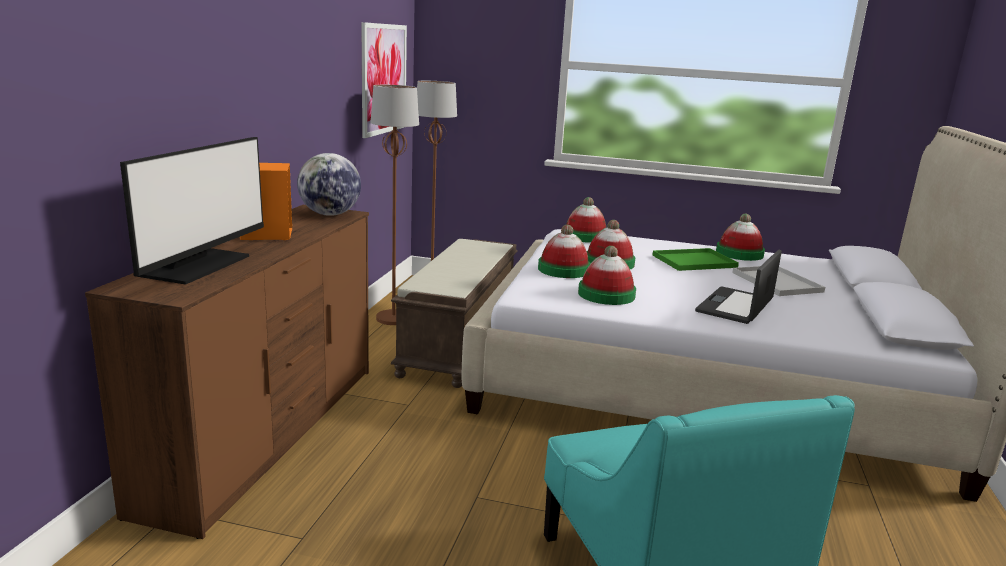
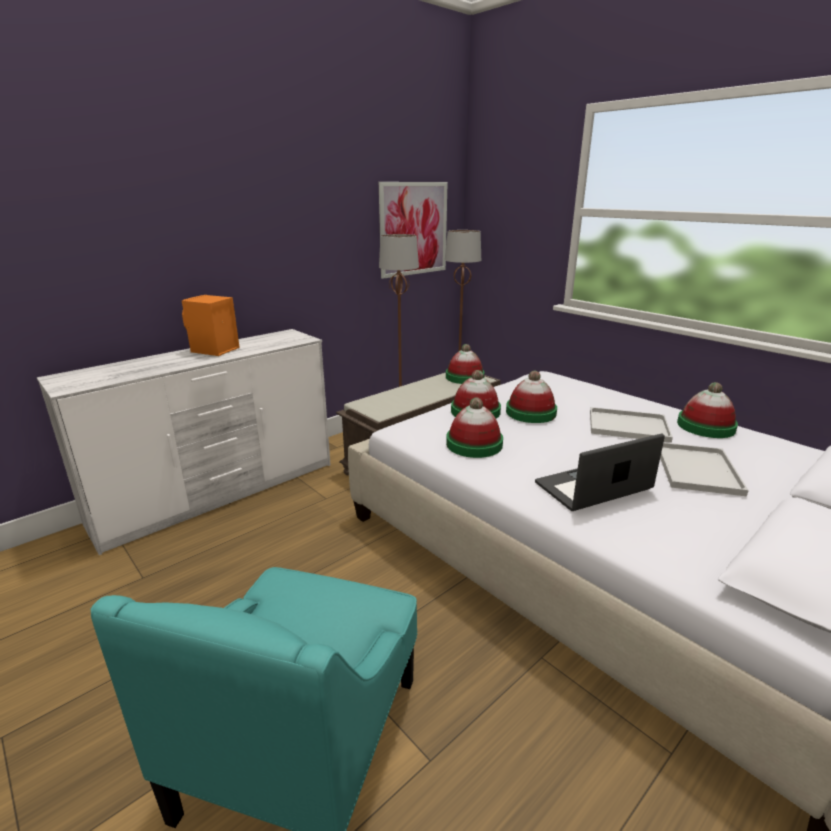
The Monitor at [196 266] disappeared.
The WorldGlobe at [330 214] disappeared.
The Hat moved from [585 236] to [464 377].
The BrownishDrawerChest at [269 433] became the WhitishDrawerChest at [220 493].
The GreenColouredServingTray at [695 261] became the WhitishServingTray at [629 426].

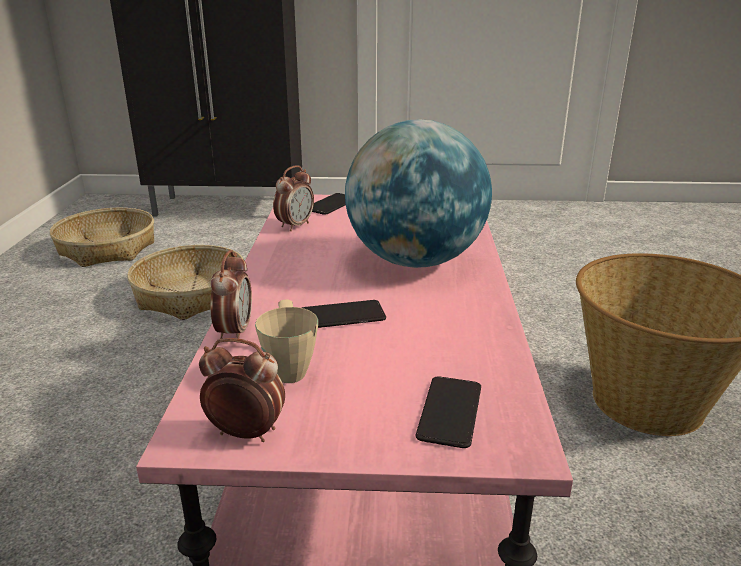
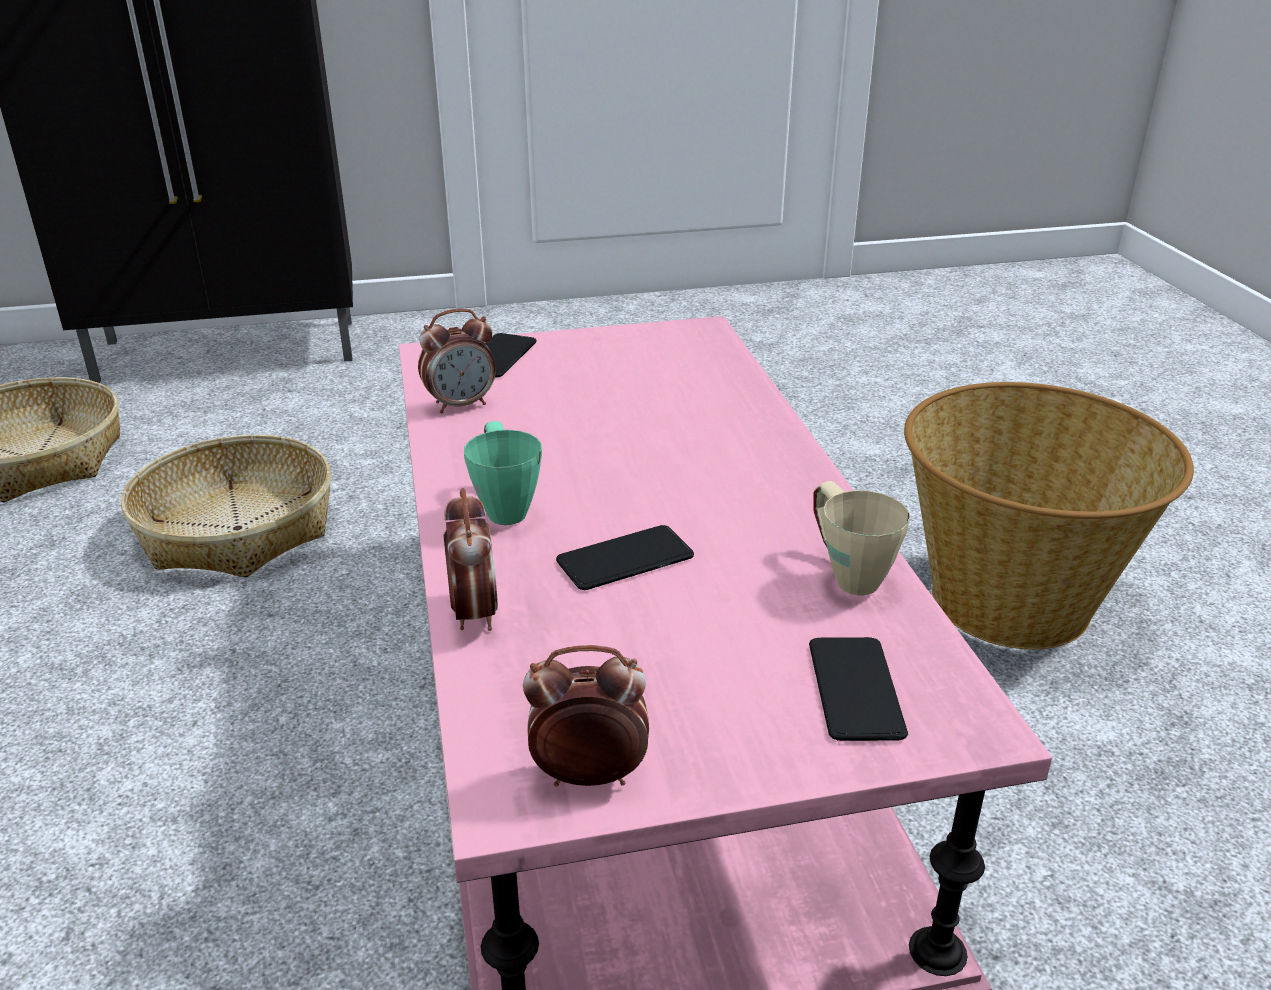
The WorldGlobe at [415 261] disappeared.
The BedsideClock at [295 226] turned 45 degrees clockwise.
The SandColouredCoffeeMug moved from [289 366] to [846 572].
The GreenColouredCoffeeMug at [504 505] appeared.

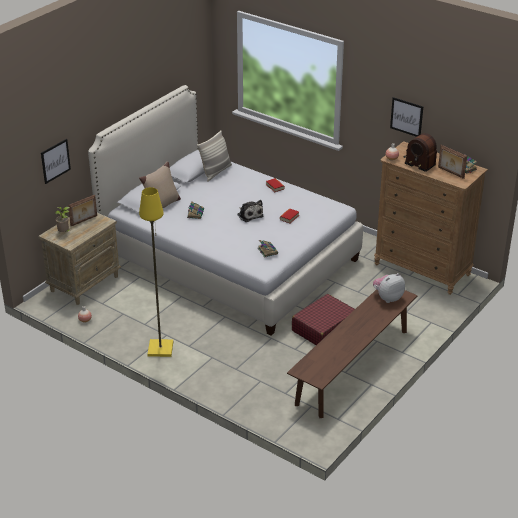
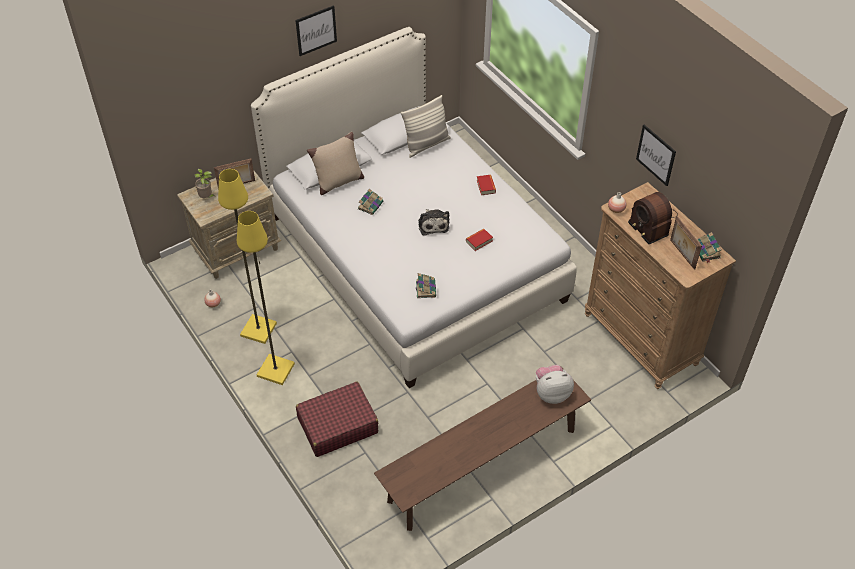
The WallPicture moved from [55 161] to [316 30].
The RedColouredTravelCase moved from [323 328] to [337 425].
The YellowishFloorLamp at [258 329] appeared.

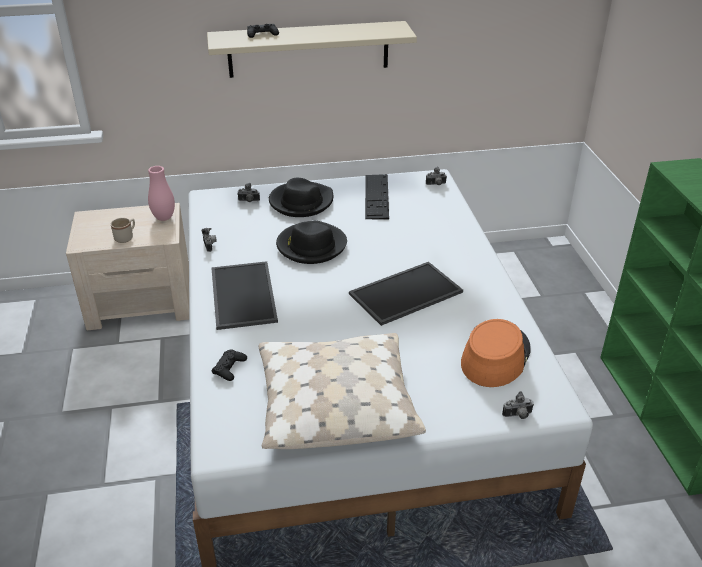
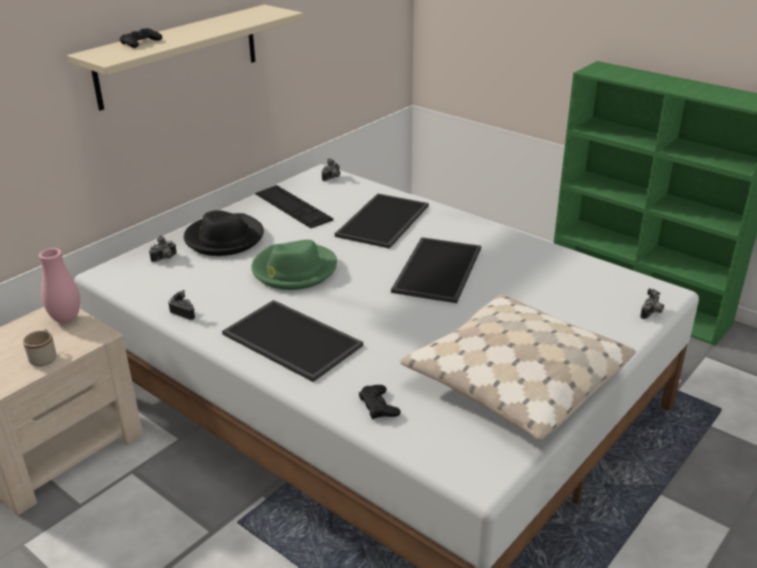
The BlackHat at [311 246] became the GreenColouredHat at [293 270].
The OrangeColouredHat at [495 356] disappeared.
The ServingTray at [384 221] appeared.

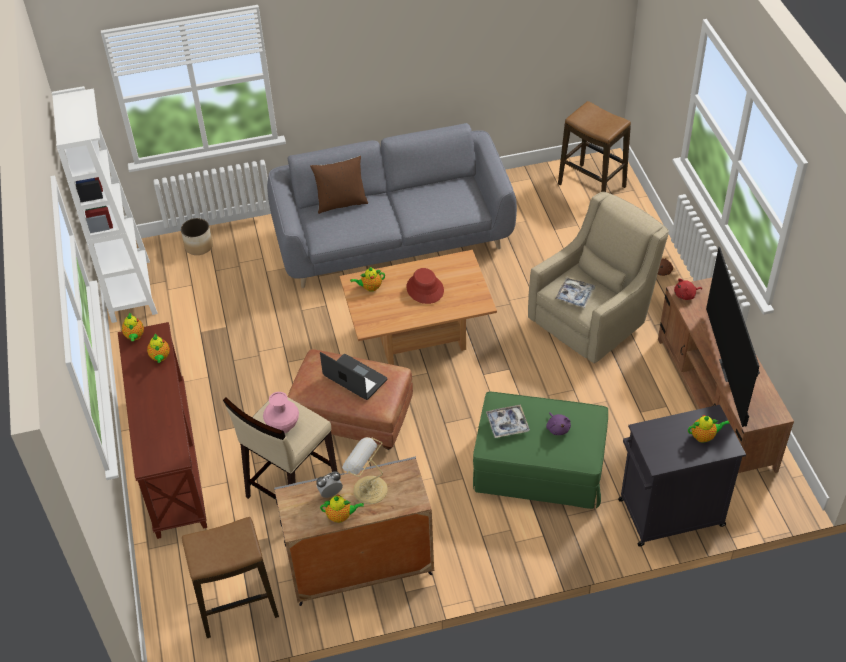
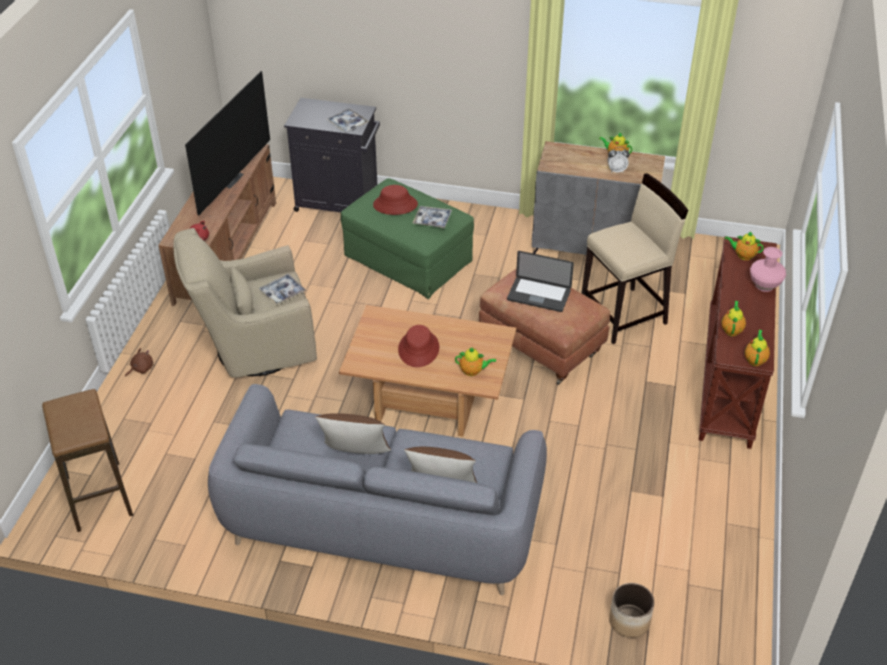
The WhitishShelvingUnit at [131 291] disappeared.
The Laptop at [355 378] turned 45 degrees counterclockwise.
The PinkColouredVase moved from [282 426] to [765 285].
The PurpleCuddlyToy at [557 428] was replaced by the RedColouredHat at [395 205].
The PotForTea moved from [704 436] to [743 255].
The LampForATable at [368 489] disappeared.
The Stool at [237 605] disappeared.
The ServingTray at [347 124] appeared.
The BrownishPillow at [355 455] appeared.

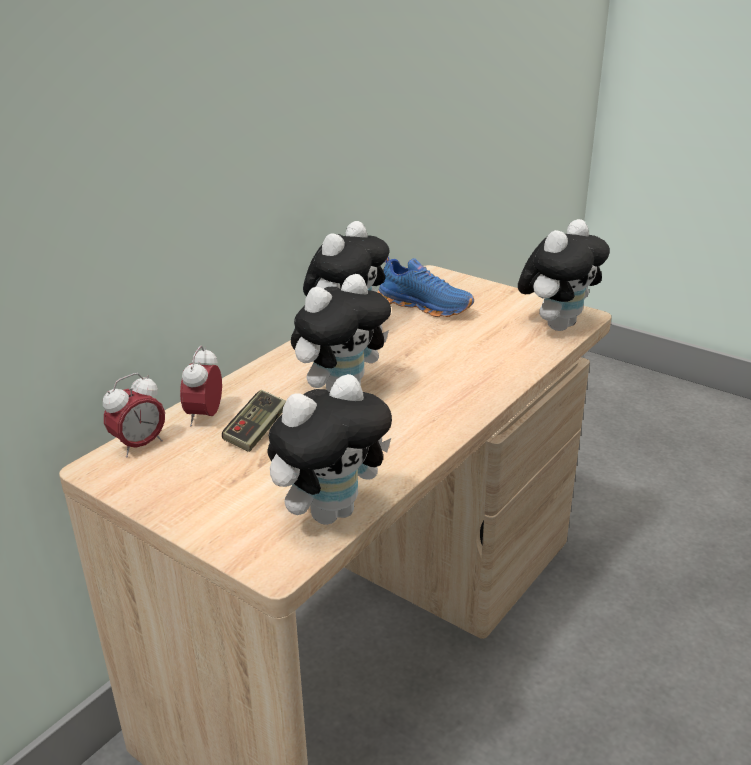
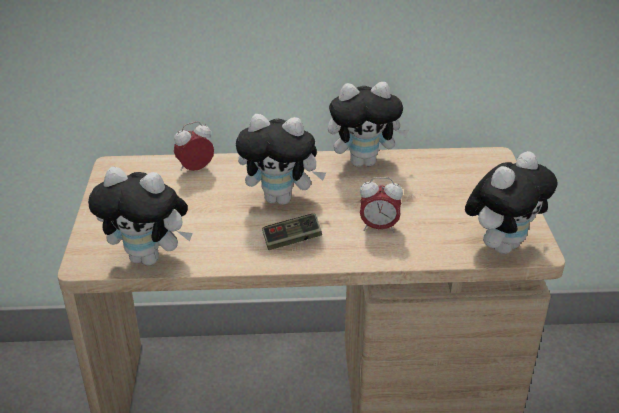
The CuddlyToy at [557 324] turned 45 degrees counterclockwise.
The BluishShoe at [426 306] disappeared.
The BedsideClock moved from [139 445] to [379 228].
The Joypad moved from [256 431] to [292 240].

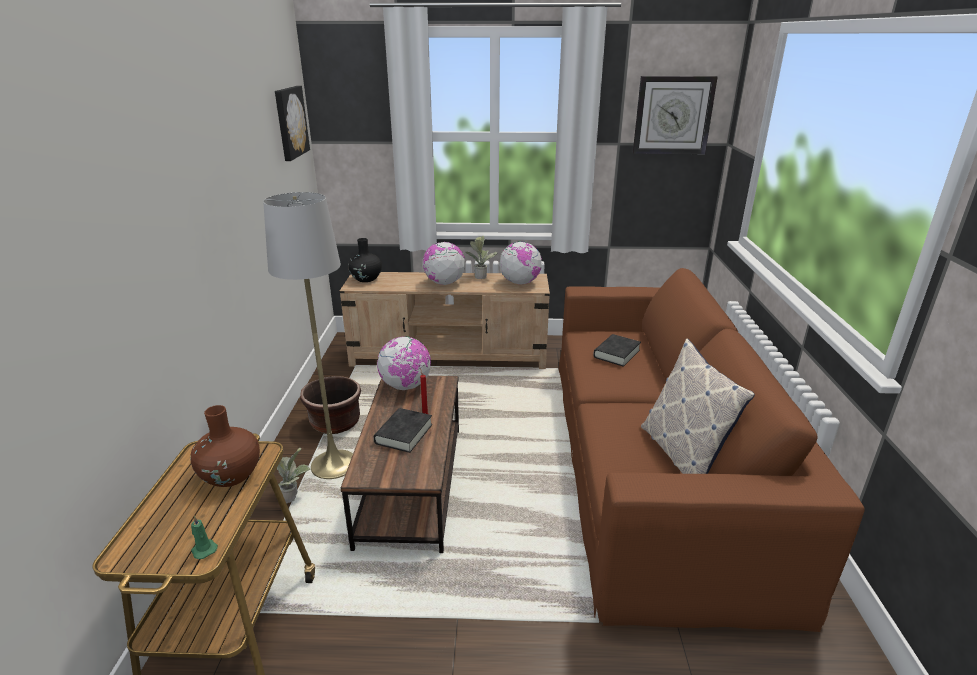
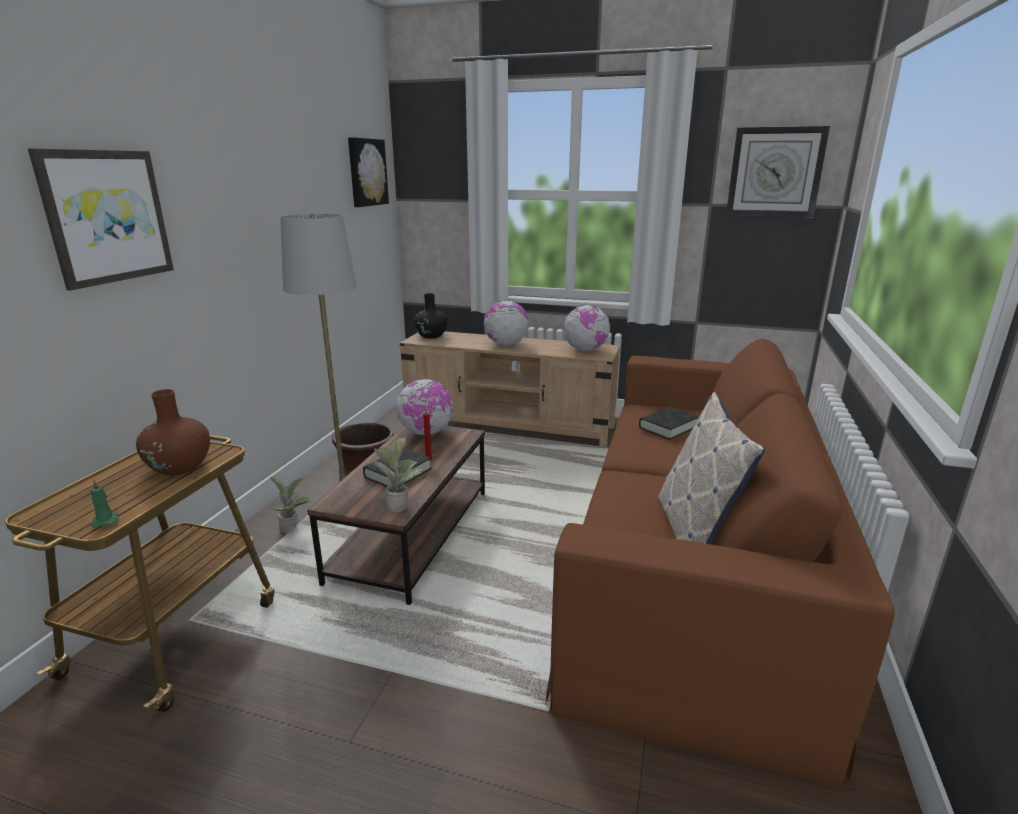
The PlantInAPot moved from [480 275] to [400 504].
The WallPicture at [106 217] appeared.

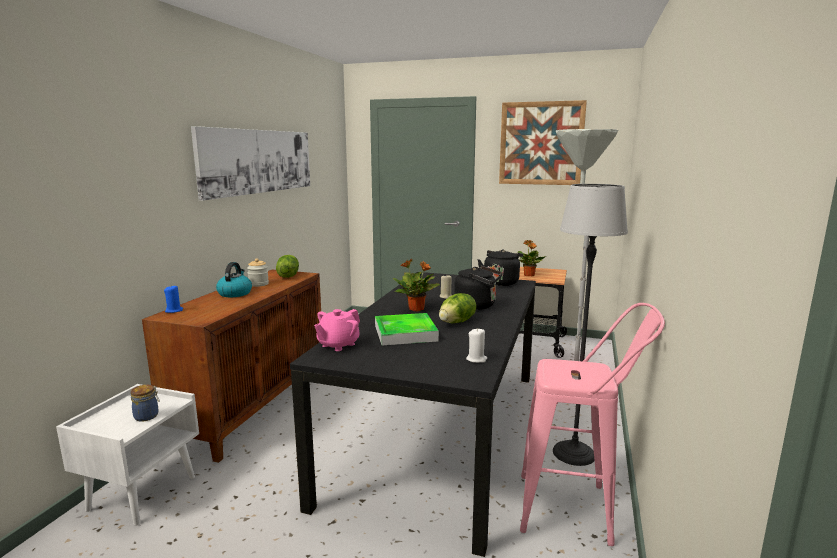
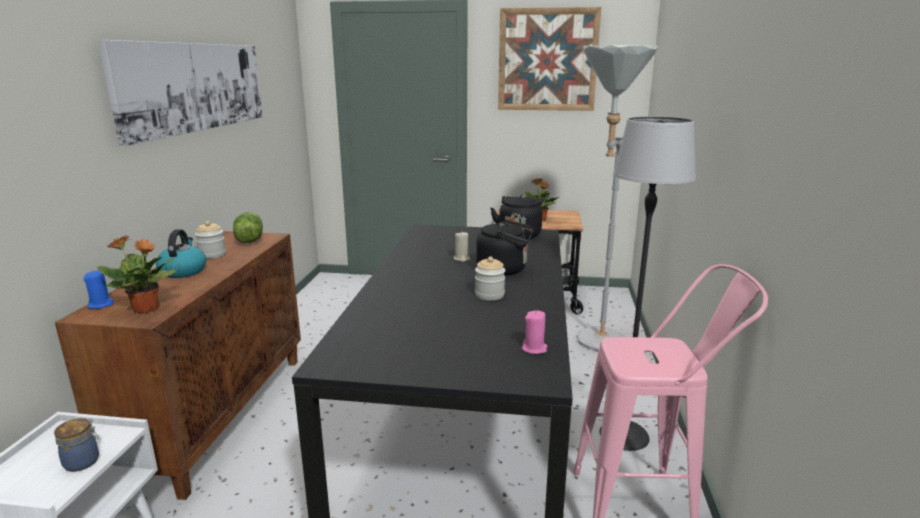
The PlantInAPot moved from [417 309] to [146 309].
The HeadOfLettuce at [457 322] was replaced by the StorageJar at [489 295].
The PinkColouredPotForTea at [338 345] disappeared.
The ServingTray at [405 333] disappeared.
The WhitishWaxLight at [476 359] became the PinkColouredWaxLight at [534 349].

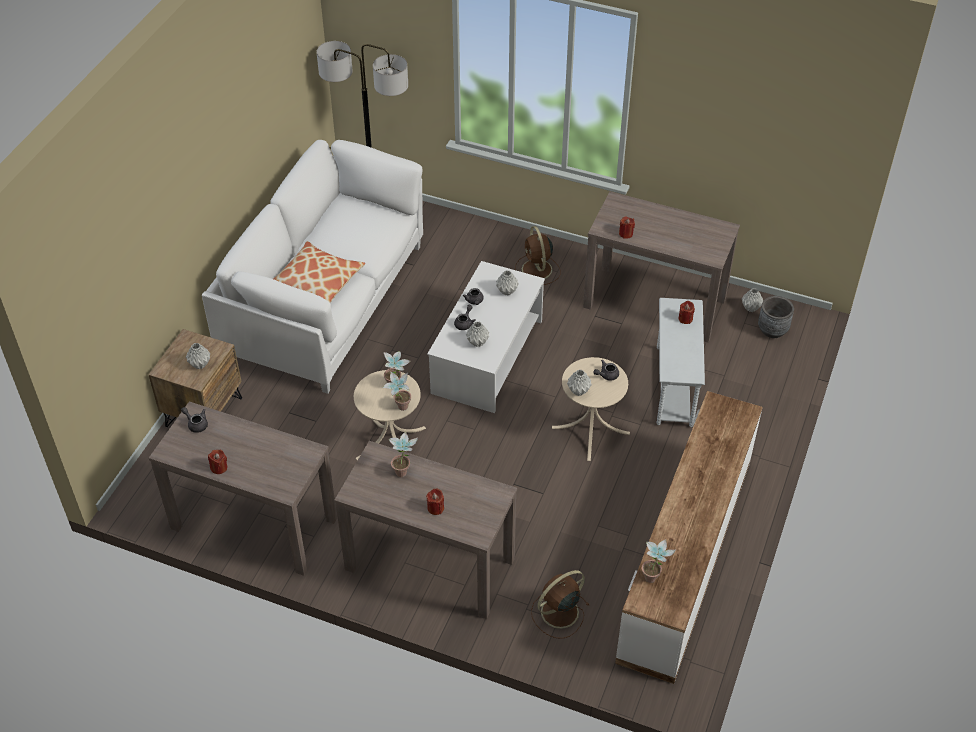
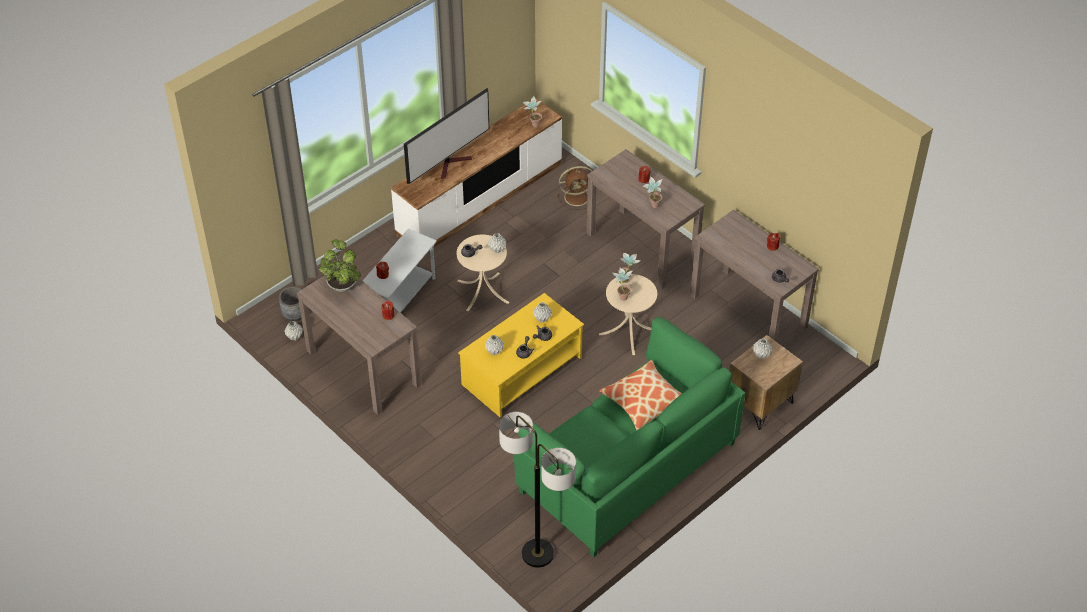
The WhitishCouch at [325 302] became the GreenColouredCouch at [626 467].
The BrownishCoolingFan at [537 270] disappeared.
The WhitishLowTable at [487 356] became the YellowishLowTable at [521 371].
The Tv at [452 163] appeared.
The PlantInAPot at [342 284] appeared.

